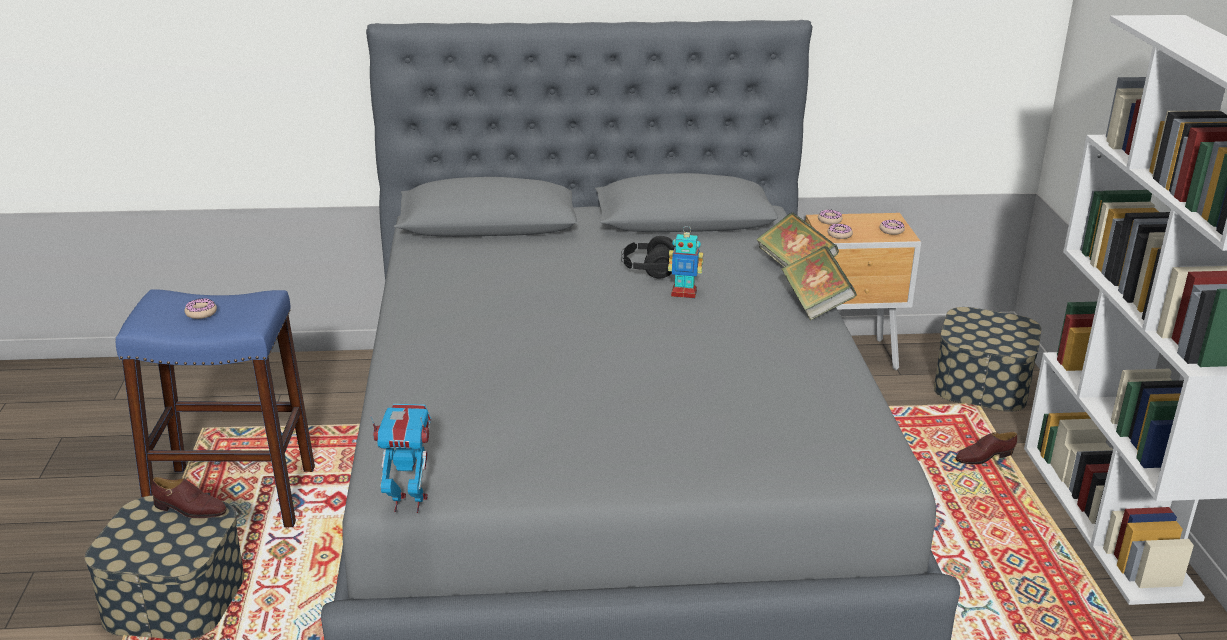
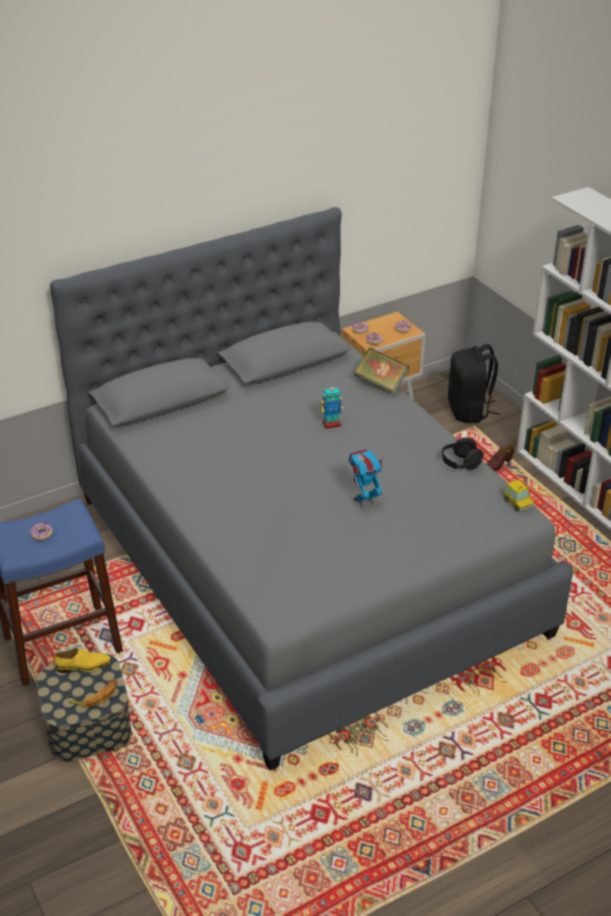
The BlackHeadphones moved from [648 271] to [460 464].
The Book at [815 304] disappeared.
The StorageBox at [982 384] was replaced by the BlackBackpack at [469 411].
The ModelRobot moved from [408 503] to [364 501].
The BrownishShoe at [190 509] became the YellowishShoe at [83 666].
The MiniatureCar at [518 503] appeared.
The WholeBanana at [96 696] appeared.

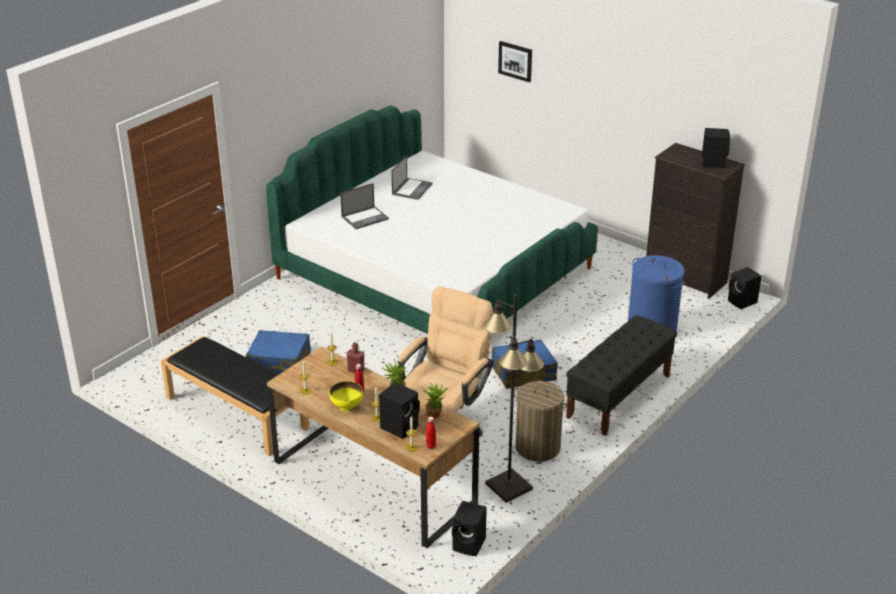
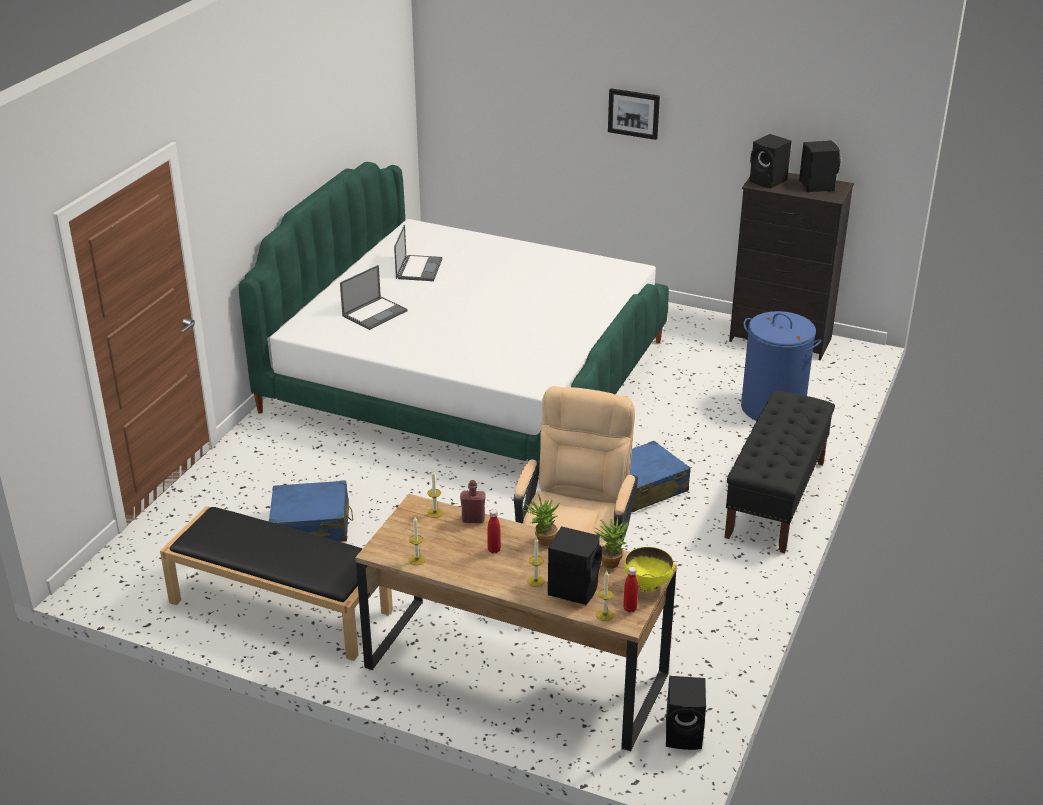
The WallPicture moved from [515 61] to [634 113].
The BlackSpeaker moved from [742 302] to [769 181].
The BlackFloorLamp at [509 486] disappeared.
The YellowishDeepDish moved from [347 407] to [648 585].
The LaundryBasket at [537 447] disappeared.

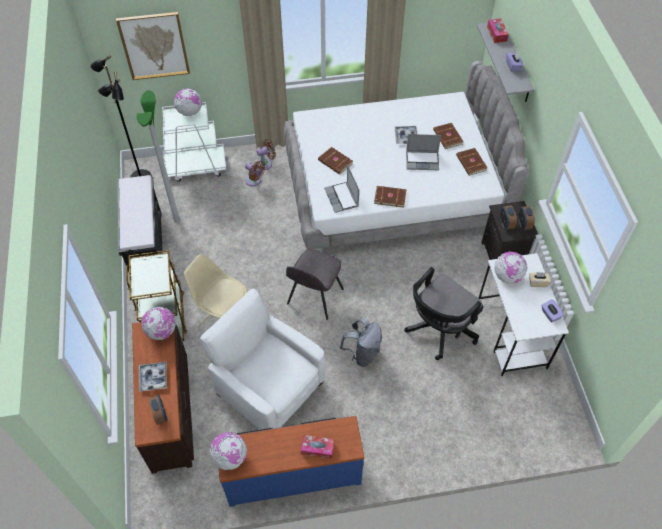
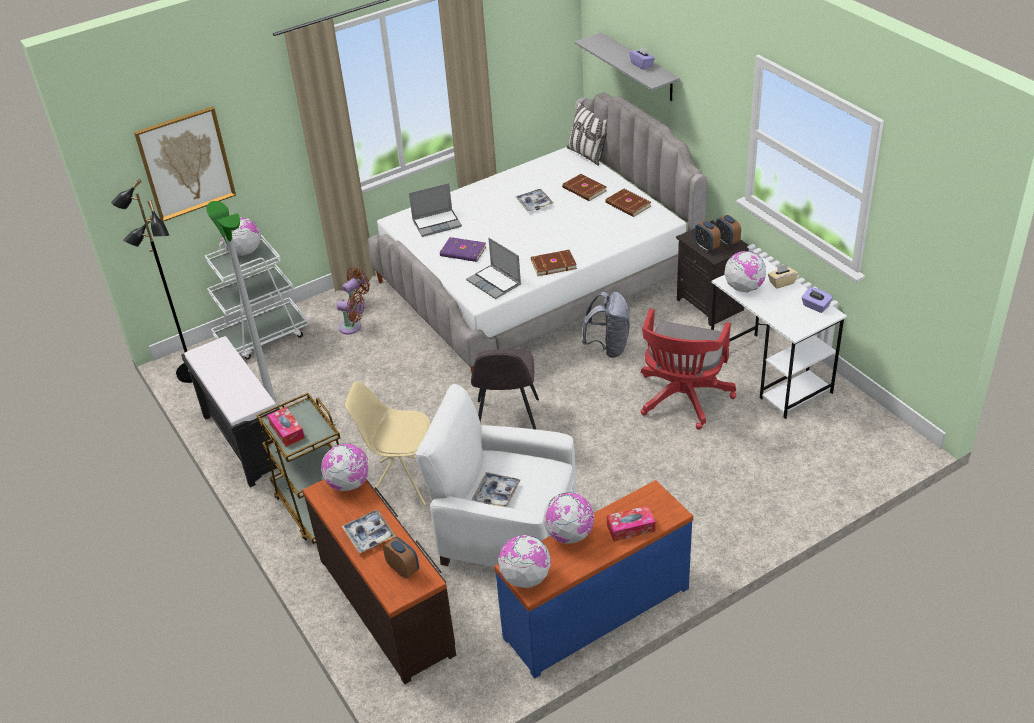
The TissueHolder moved from [496 34] to [287 431].
The Laptop moved from [422 160] to [437 223].
The BrownishBook at [335 162] became the PurpleBook at [463 252].
The BlackComputerChair at [439 330] became the RedColouredComputerChair at [682 400].
The GreyishBackpack moved from [362 353] to [608 347].
The Pillow at [587 155] appeared.
The ServingTray at [496 493] appeared.
The WorldGlobe at [569 535] appeared.

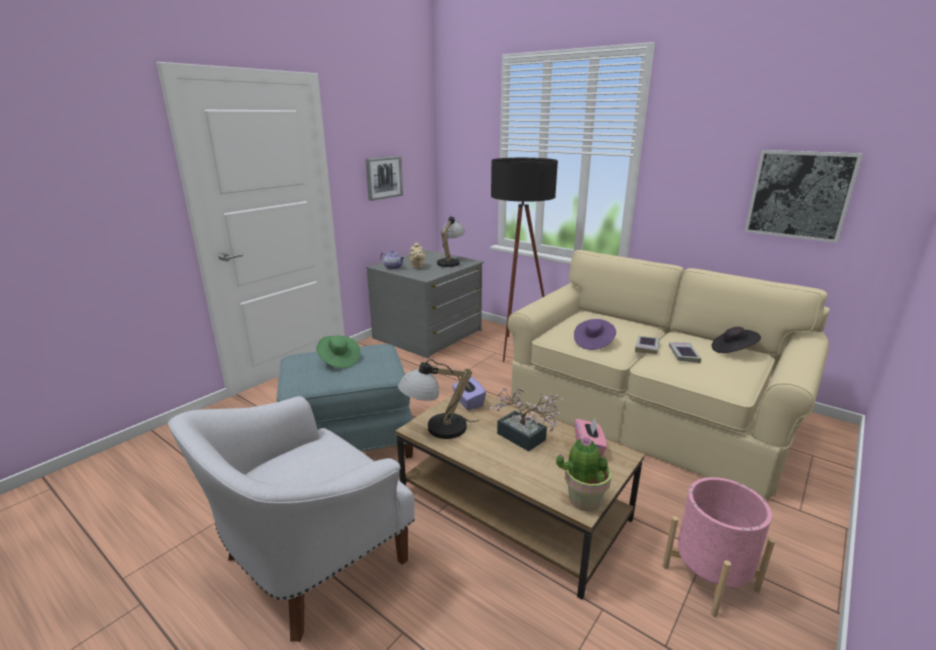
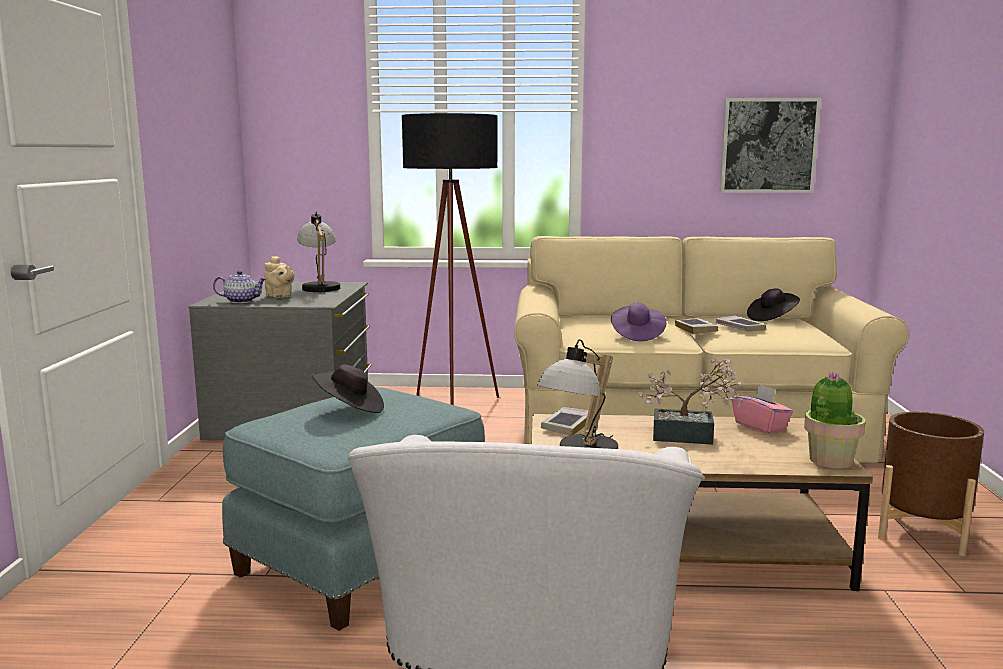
The WallPicture at [384 177] disappeared.
The GreenColouredHat at [339 360] became the BlackHat at [350 409].
The PurpleTissueHolder at [468 402] was replaced by the Book at [567 425].
The PinkColouredPlantPot at [709 578] became the BrownishPlantPot at [922 532].

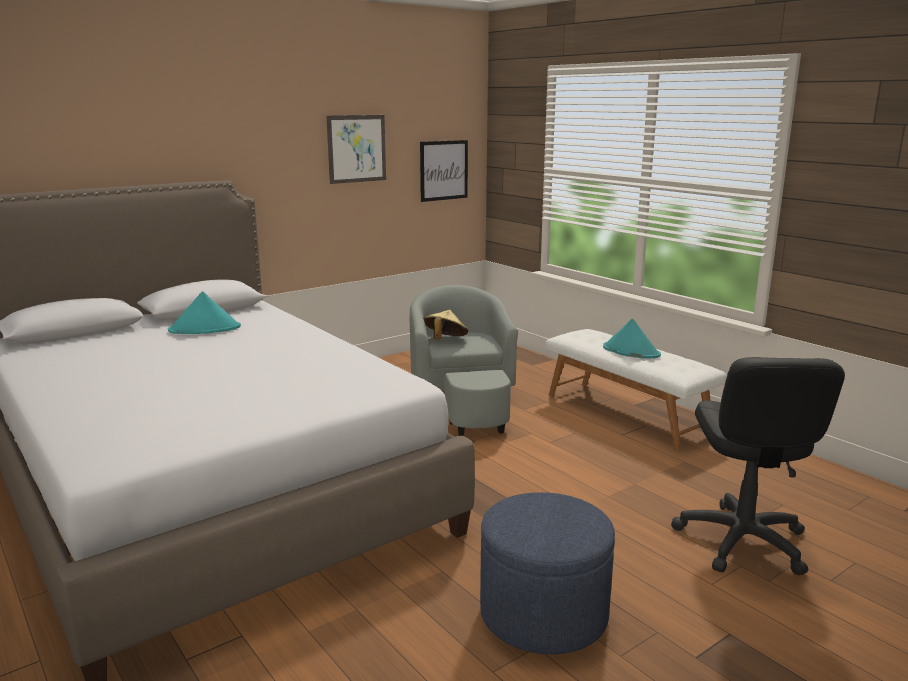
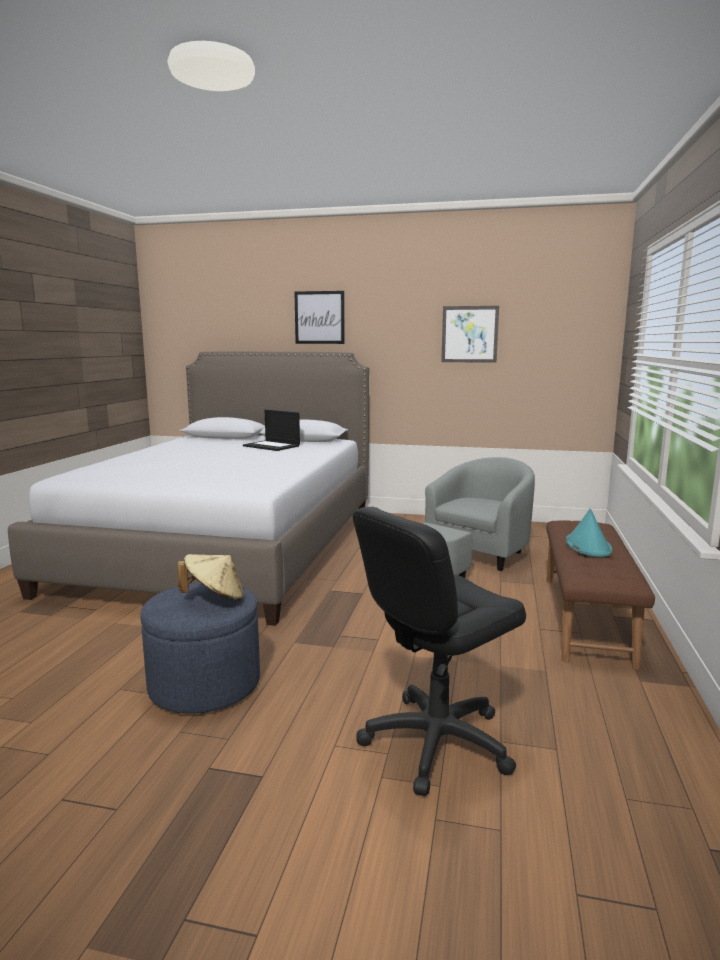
The WallPicture moved from [443 170] to [319 317].
The TurquoiseColouredHat at [205 329] was replaced by the Laptop at [272 446].
The SandColouredHat moved from [444 340] to [214 598].
The WhitishBench at [627 413] became the BrownishBench at [587 618].

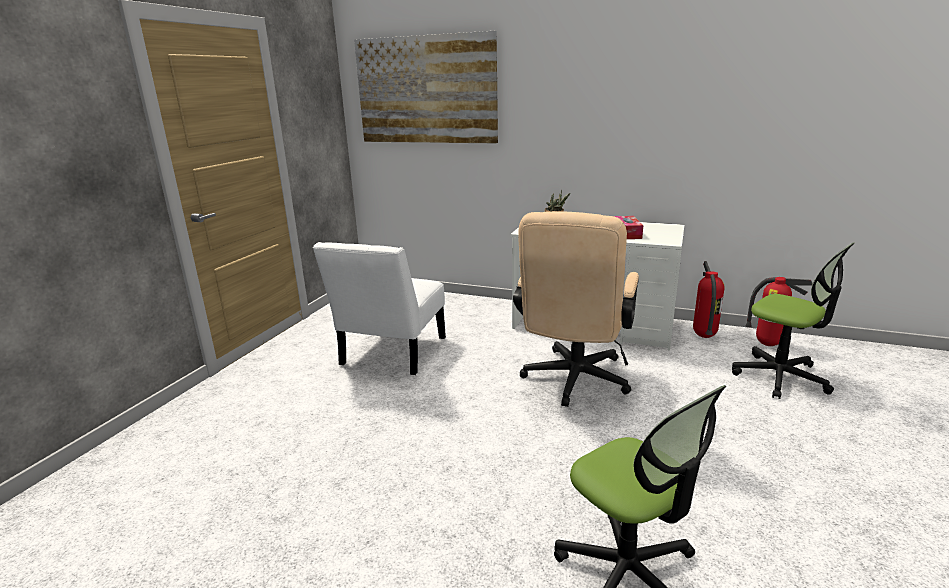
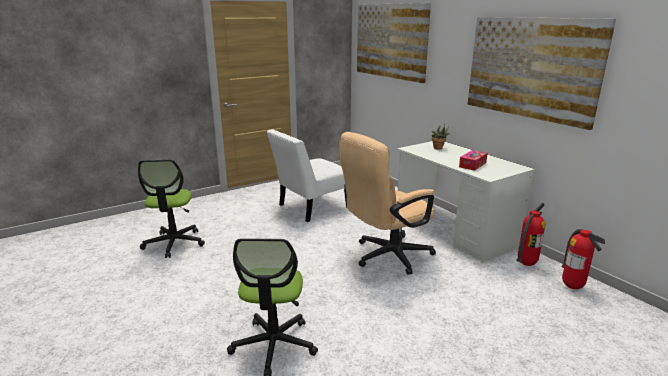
The ComputerChair moved from [780 377] to [174 243].
The WallPicture at [531 68] appeared.

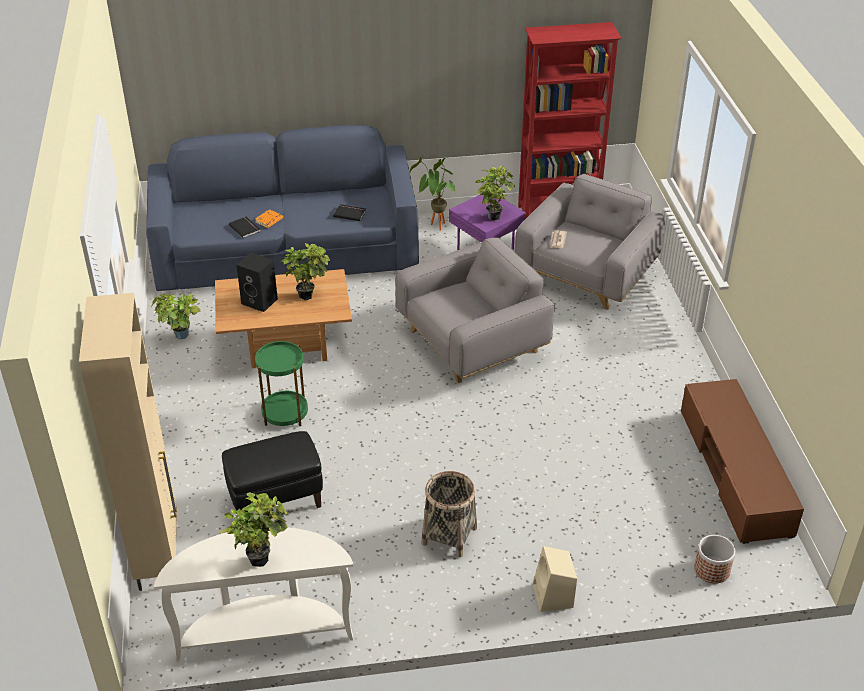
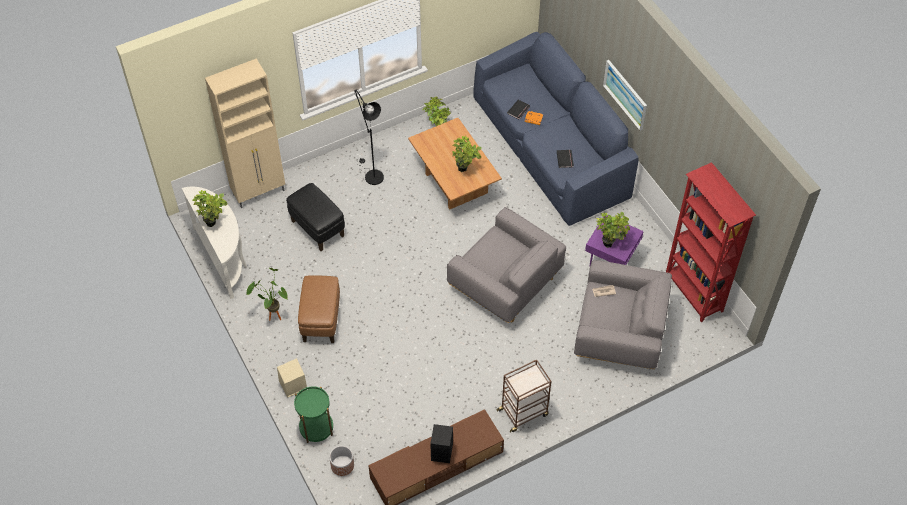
The PlantInAPot moved from [435 227] to [273 315].
The BlackSpeaker moved from [260 301] to [442 453].
The GreenColouredEndTable moved from [285 413] to [316 428].
The Basket at [449 536] was replaced by the BrownishFootrest at [321 321].
The WallPicture at [625 94] appeared.
The BlackFloorLamp at [371 175] appeared.
The BrownishCart at [523 412] appeared.

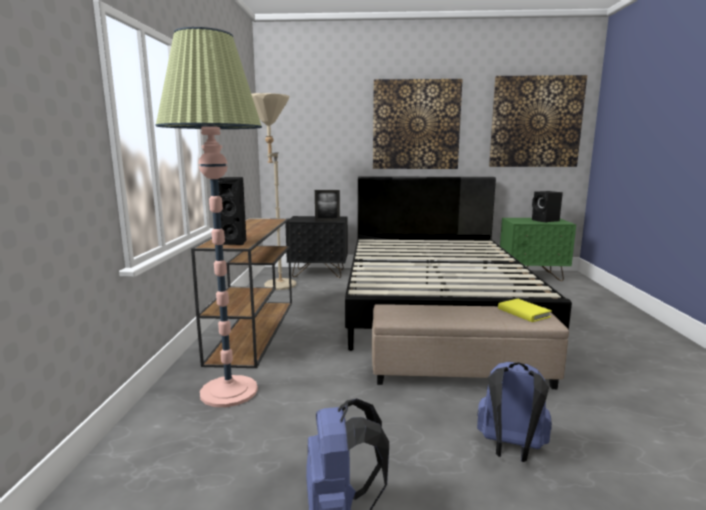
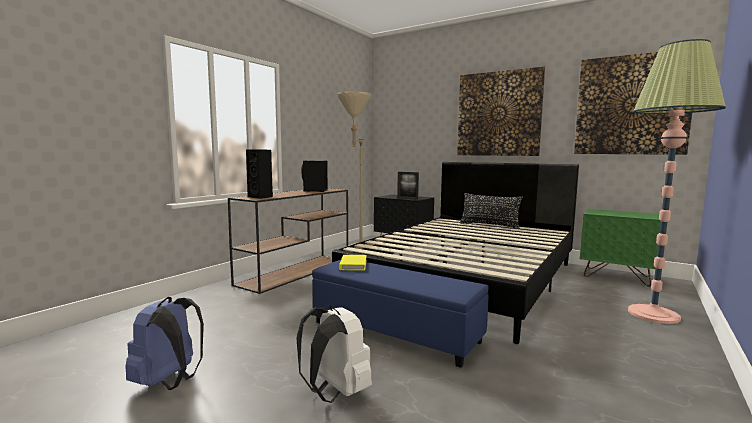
The FloorLamp moved from [229 391] to [653 314].
The BlackSpeaker moved from [545 220] to [315 191].
The YellowishBook moved from [523 313] to [353 265].
The SandColouredFootrest at [460 371] became the BluishFootrest at [395 331].
The BluishBackpack at [510 449] became the WhitishBackpack at [336 392].
The BlackPillow at [489 225] appeared.

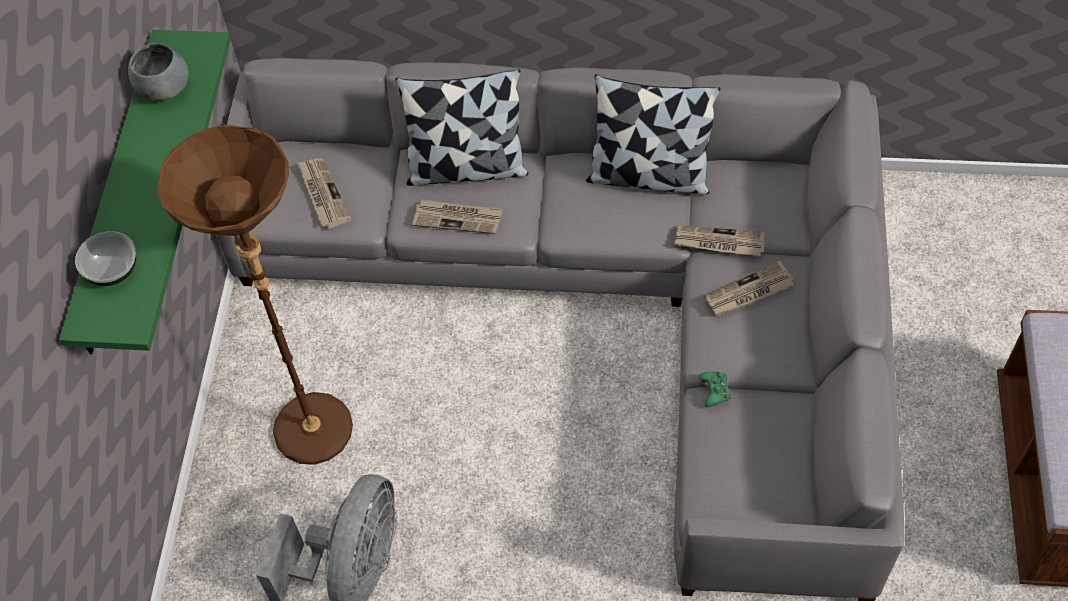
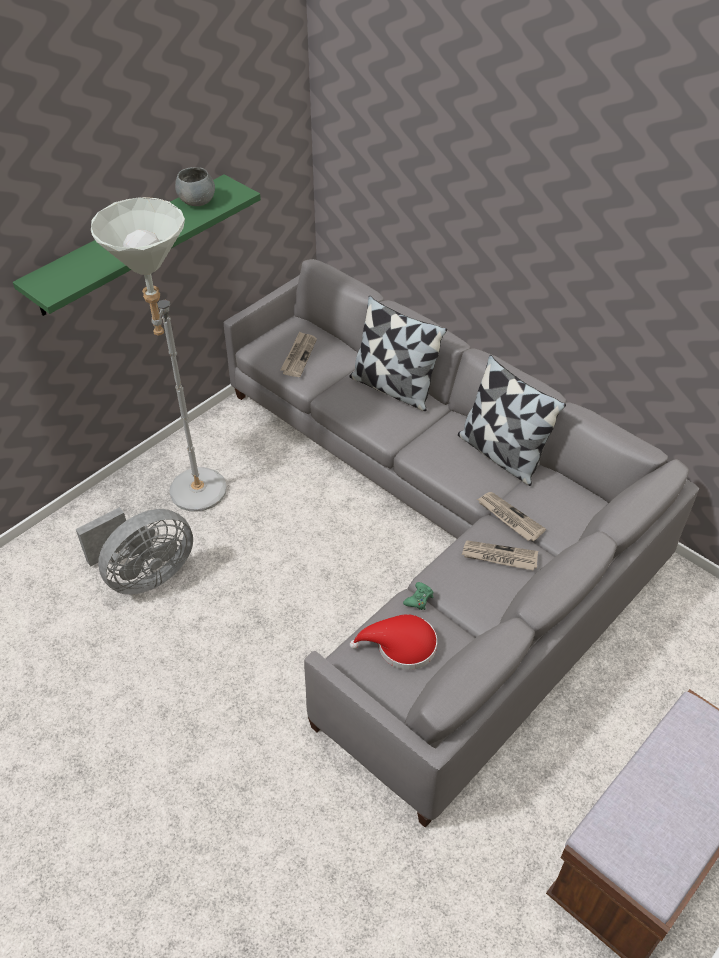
The BrownishFloorLamp at [320 444] became the GreyishFloorLamp at [194 500].
The PrintedPaper at [458 218] disappeared.
The DeepDish at [112 270] disappeared.
The RedColouredHat at [401 646] appeared.

